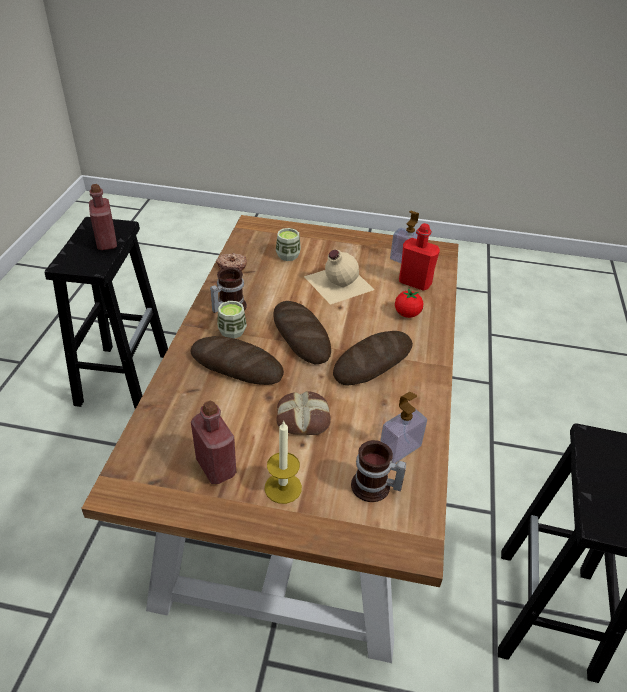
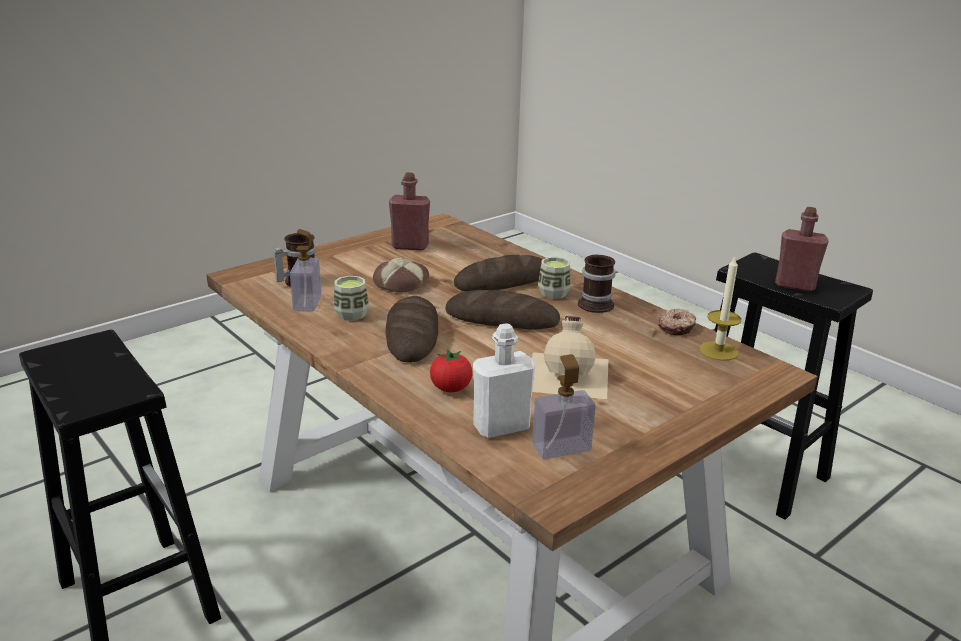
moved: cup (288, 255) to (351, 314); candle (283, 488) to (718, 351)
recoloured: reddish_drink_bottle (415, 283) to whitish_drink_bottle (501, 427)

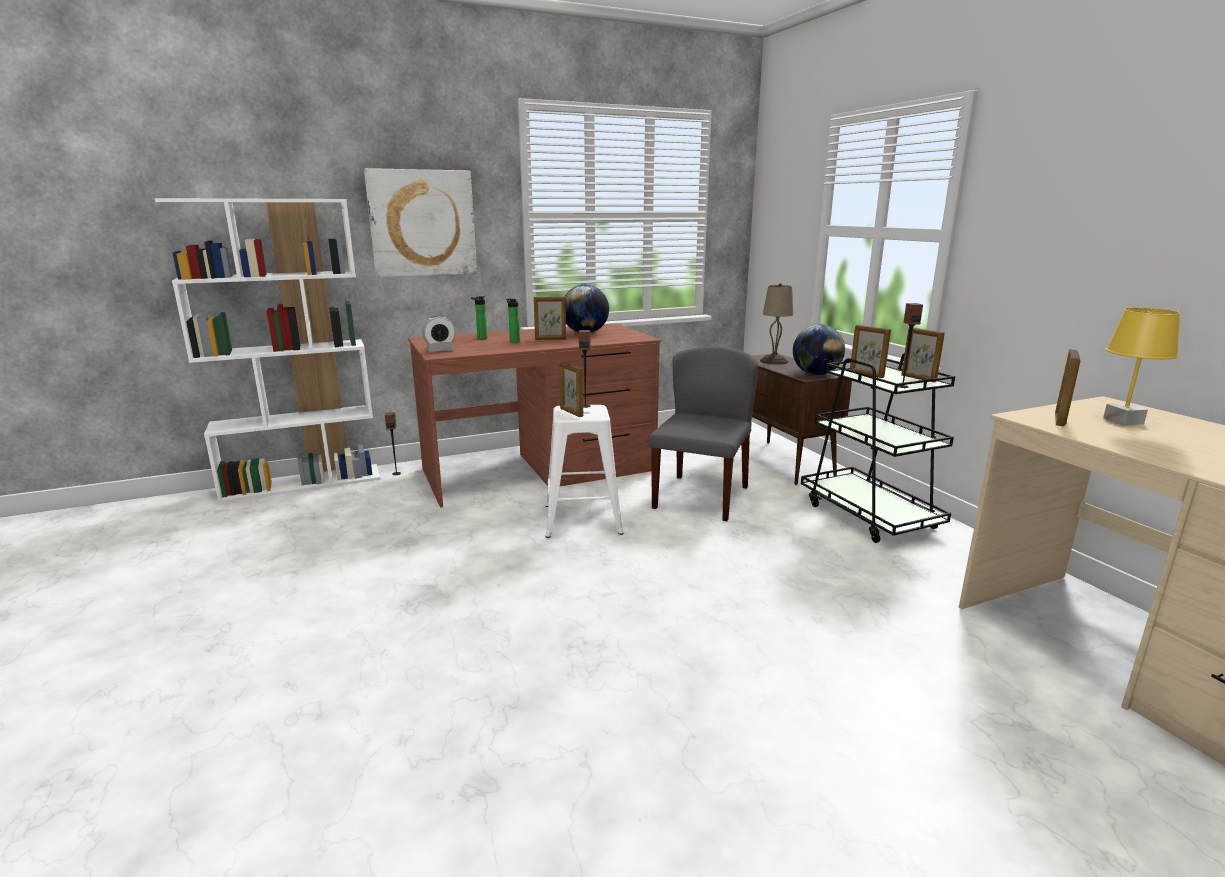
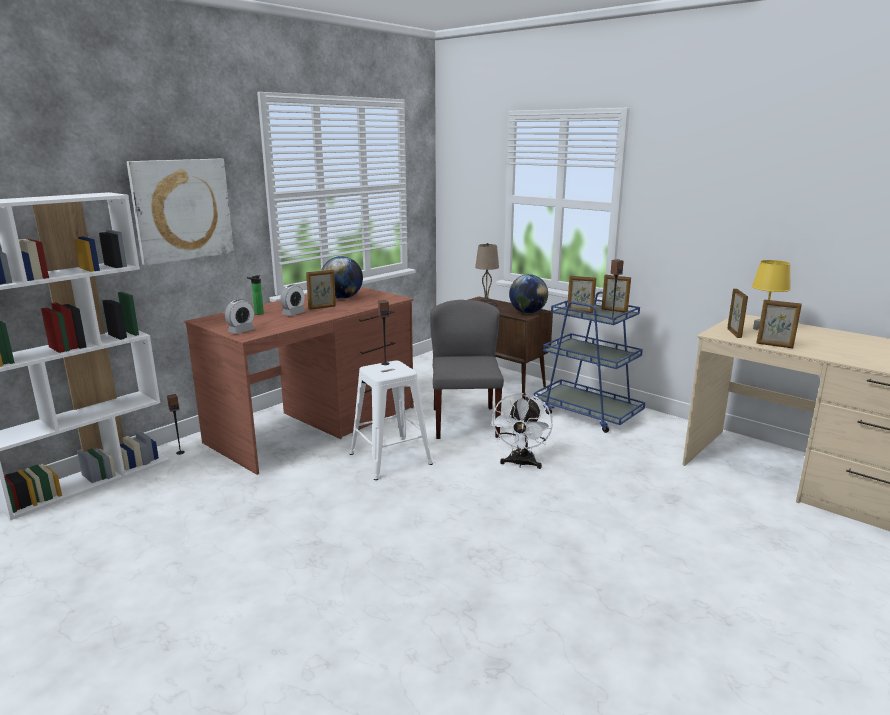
added: whitish_cooling_fan (521, 464)
moved: photo_frame (571, 412) to (774, 345)
replaced: drink_bottle (514, 341) to alarm_clock (293, 313)
recoloured: blackish_wheeled_cart (869, 515) to blue_wheeled_cart (587, 413)

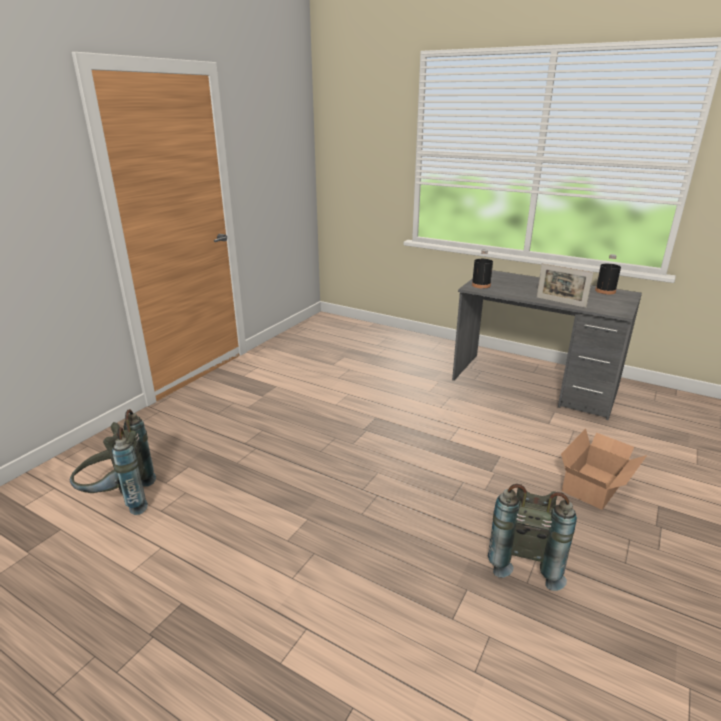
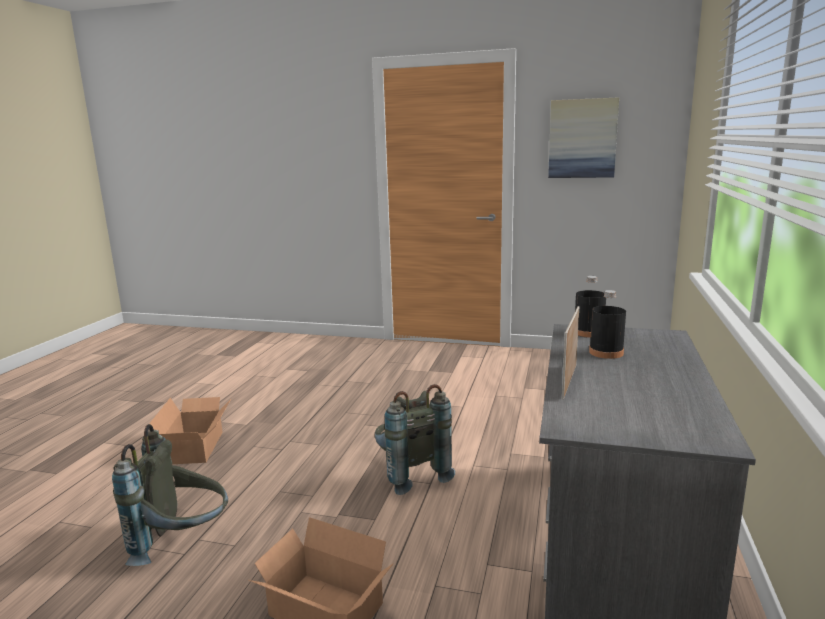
added: carton (197, 446); wall_art (582, 138)
moved: gray_knapsack (119, 500) to (410, 474); blackish_drink_bottle (605, 291) to (606, 352)

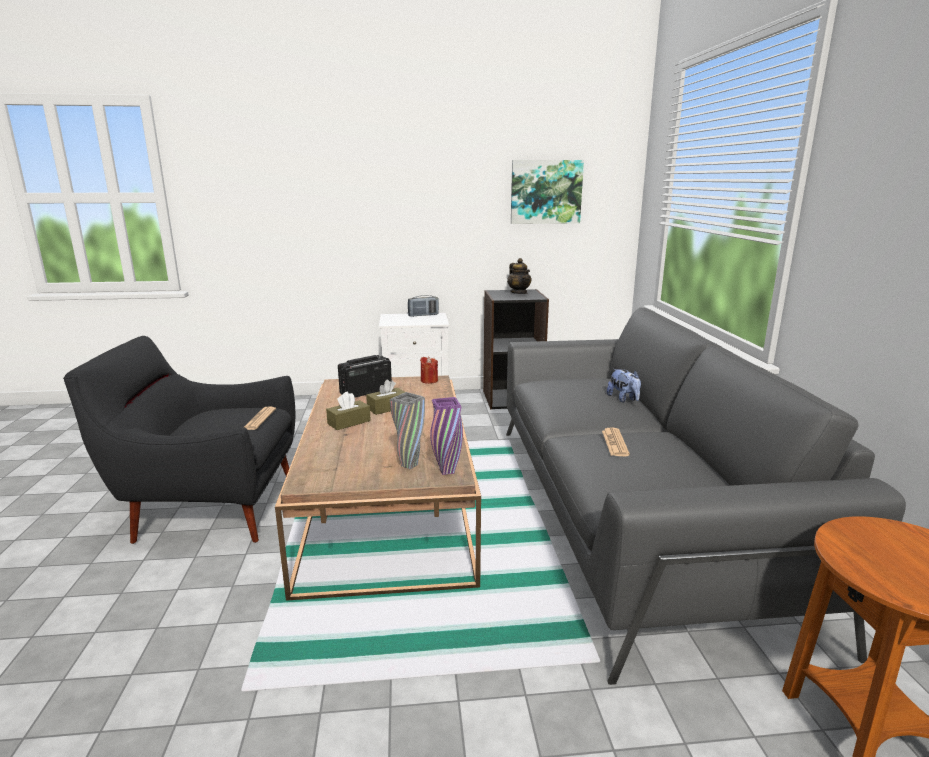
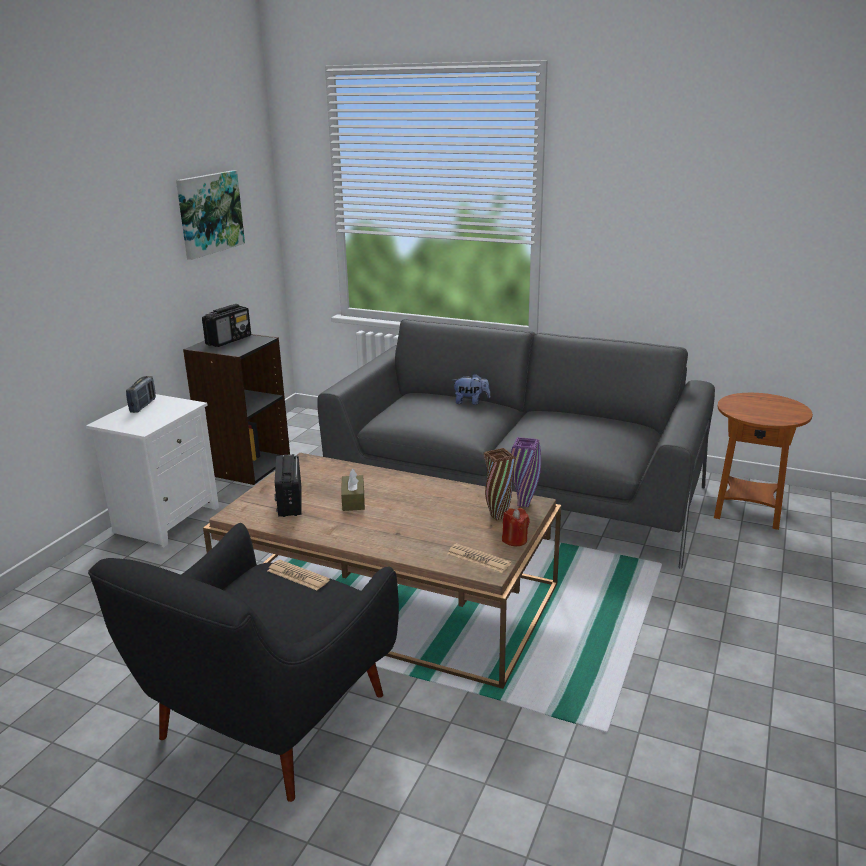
removed: brownish_tissue_holder (349, 422)
moved: newspaper (615, 443) to (478, 559); reddish_candle (429, 380) to (515, 540)
replaced: teapot (519, 293) to radio_receiver (229, 340)
recoloured: gray_decorative_vase (409, 465) to brownish_decorative_vase (498, 516)

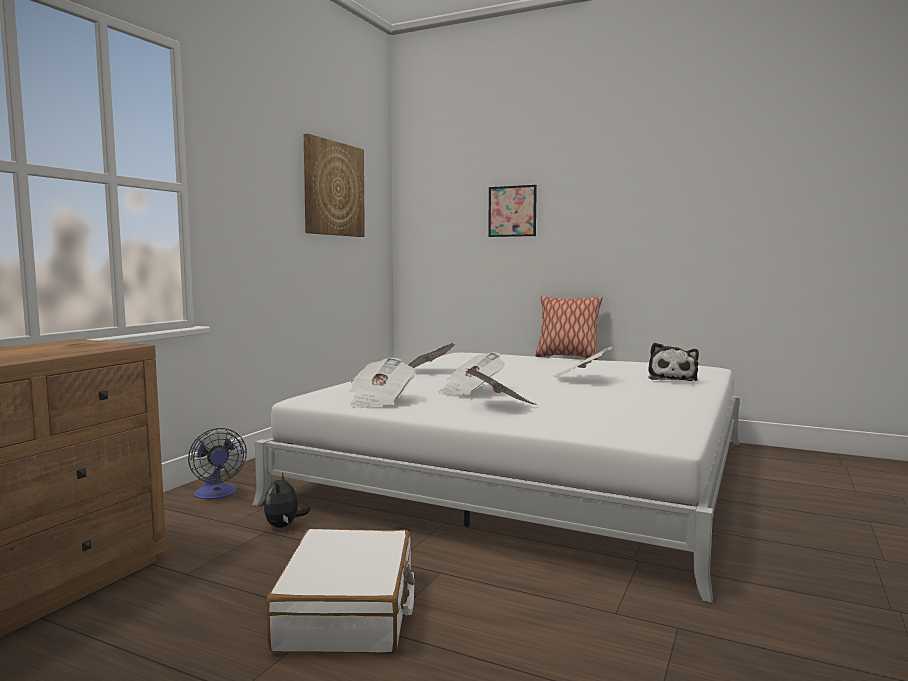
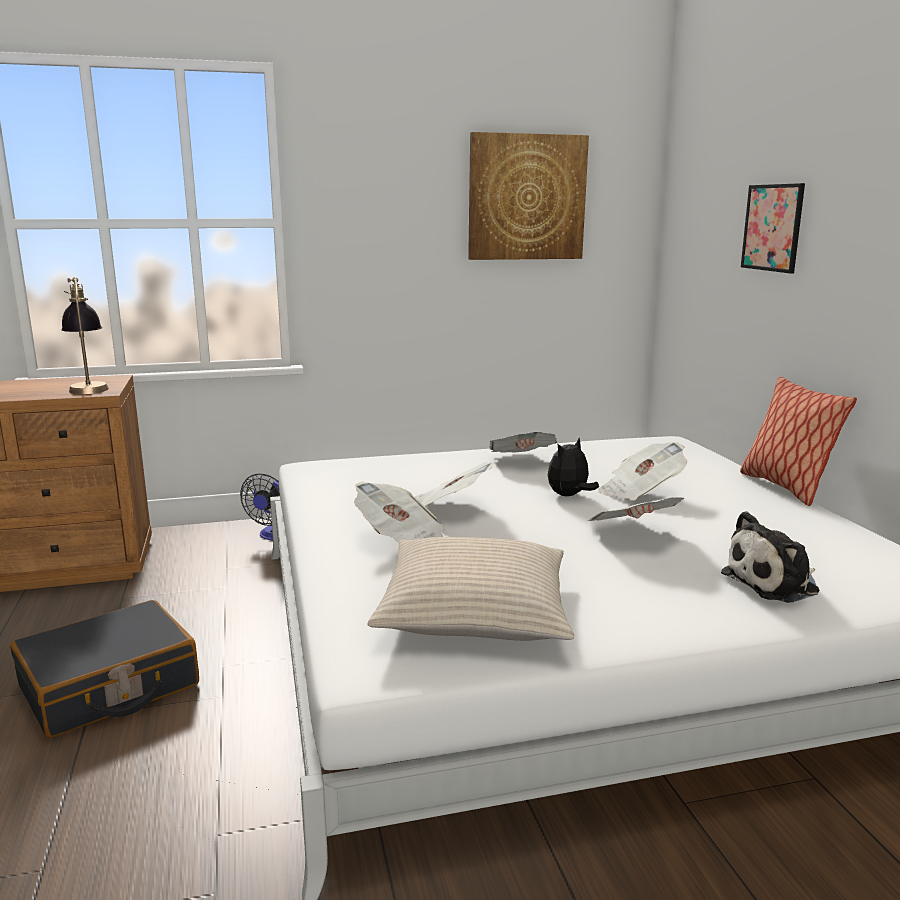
added: lamp_for_a_table (89, 386); beige_pillow (475, 610)
moved: cuddly_toy (284, 526) to (569, 496); newspaper (379, 401) to (640, 492)
recoloured: whitish_suitcase (348, 611) to blackish_suitcase (109, 687)

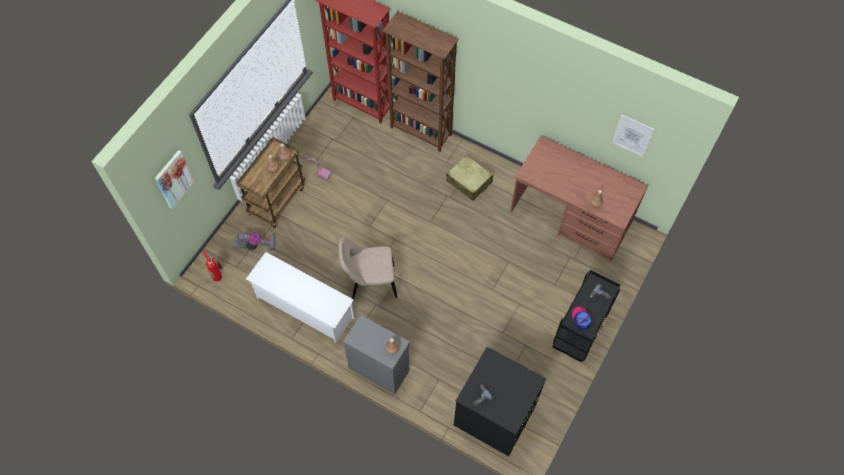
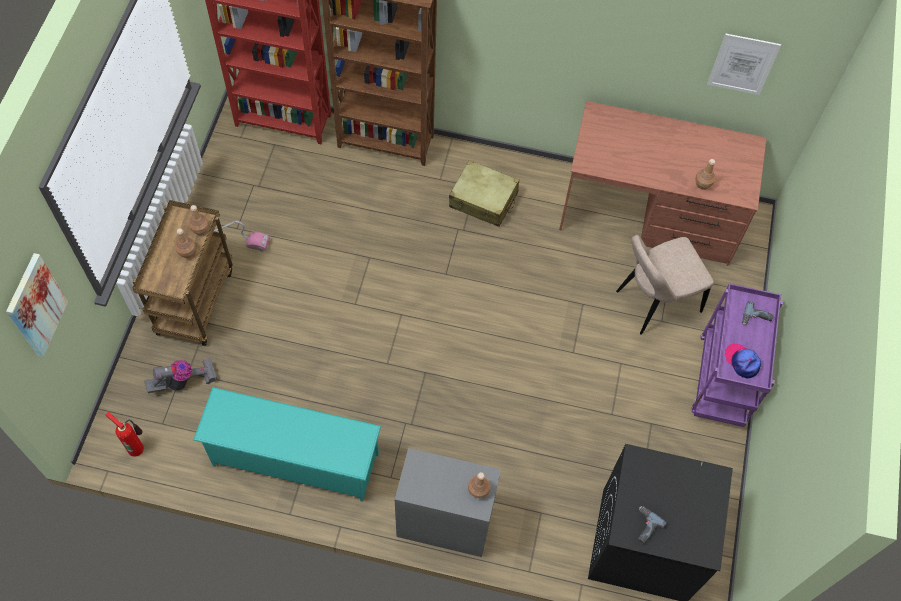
moved: beige_upright_chair (370, 283) to (654, 302)
recoloured: whitish_shoe_shelf (304, 308) to turquoise_shoe_shelf (295, 459); blackish_wheeled_cart (580, 332) to purplish_wheeled_cart (722, 382)

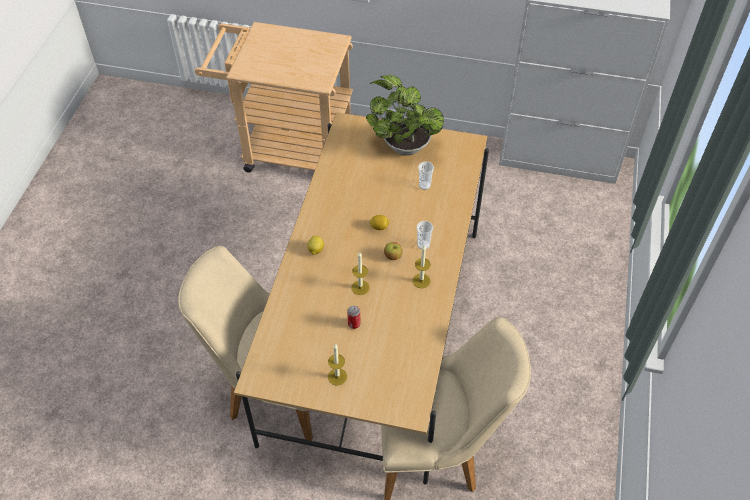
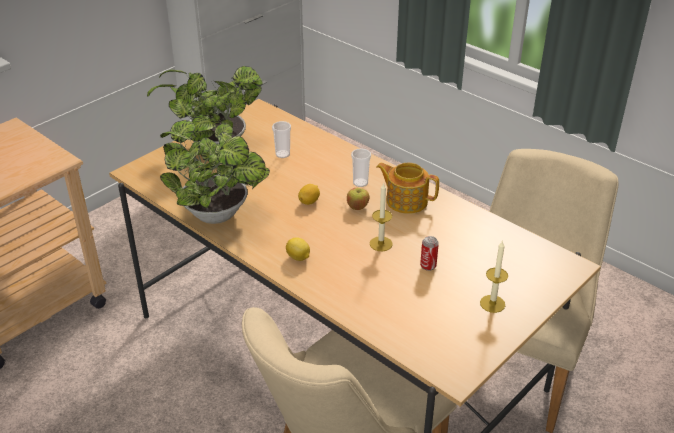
added: houseplant (220, 216)
replaced: candle (421, 281) to teapot (406, 200)

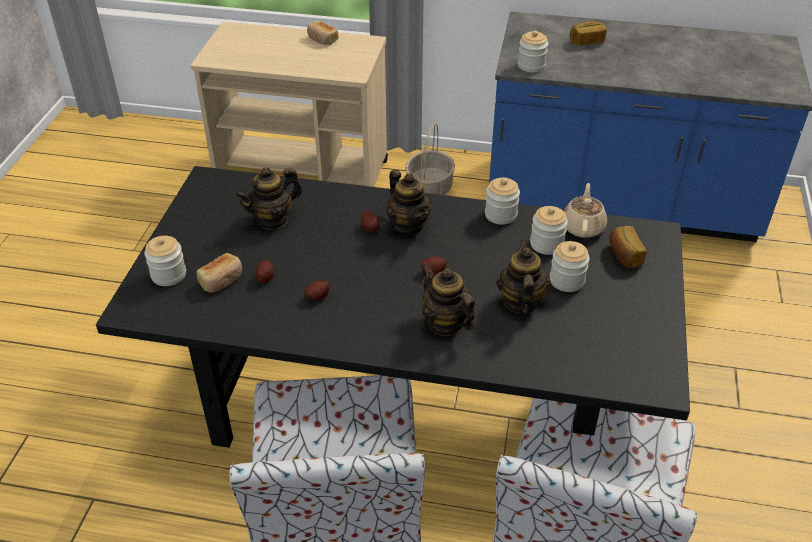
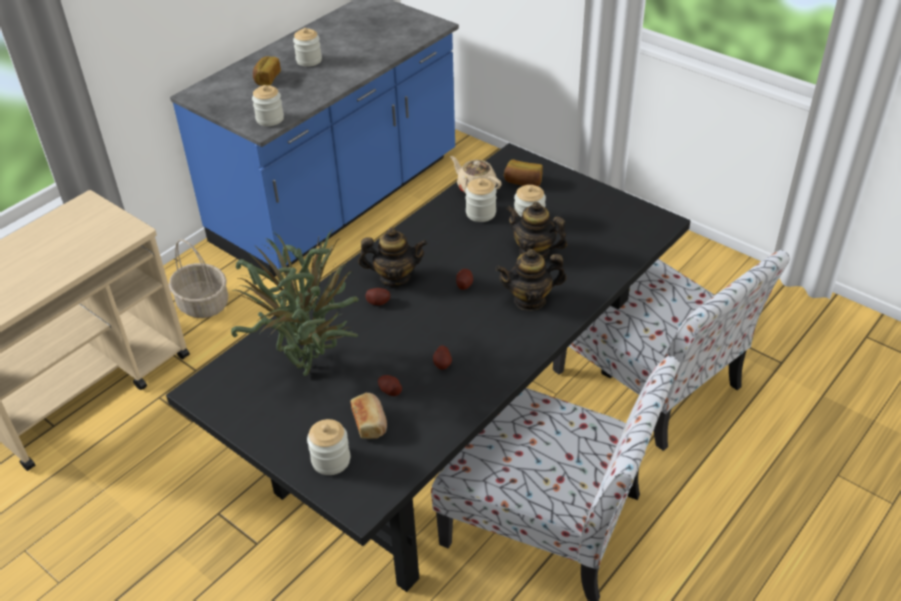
removed: bakery_bread (322, 39)
moved: storage_jar (500, 215) to (309, 60)
replaced: teapot (272, 219) to houseplant (310, 361)

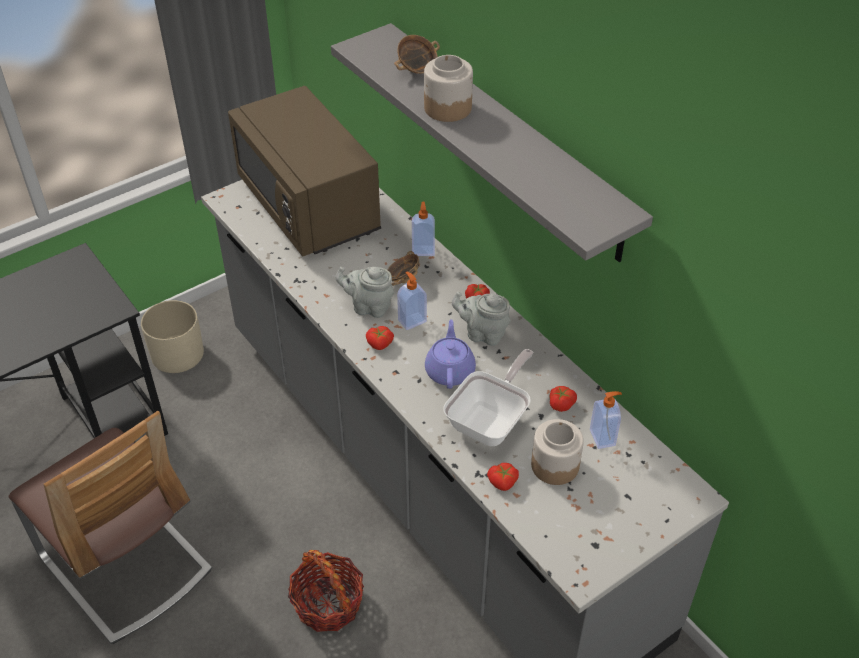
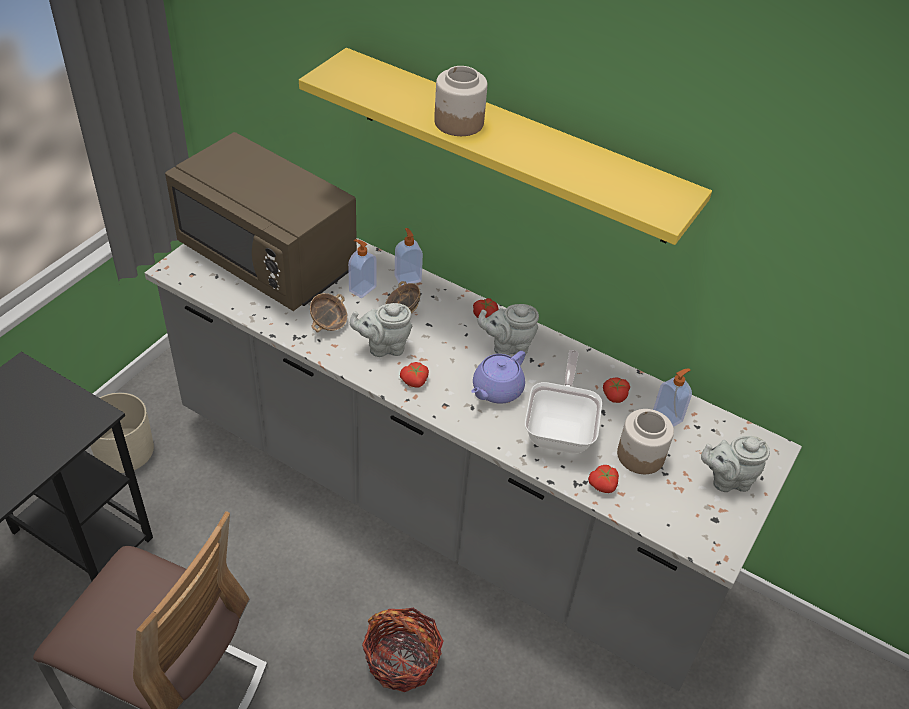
added: gray_teapot (727, 480)
moved: serving_bowl (417, 69) to (329, 324); liquid_soap_bottle (411, 320) to (362, 288)
recoloured: gray_wall_shelf (506, 139) to yellow-coloured_wall_shelf (512, 145)
turned: purplish_teapot (450, 370) = (496, 390) 120 degrees counterclockwise

